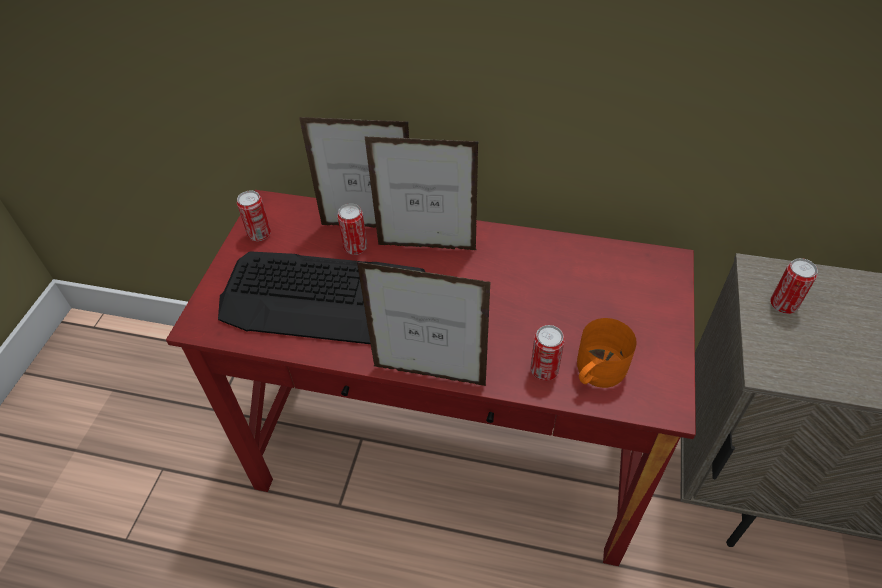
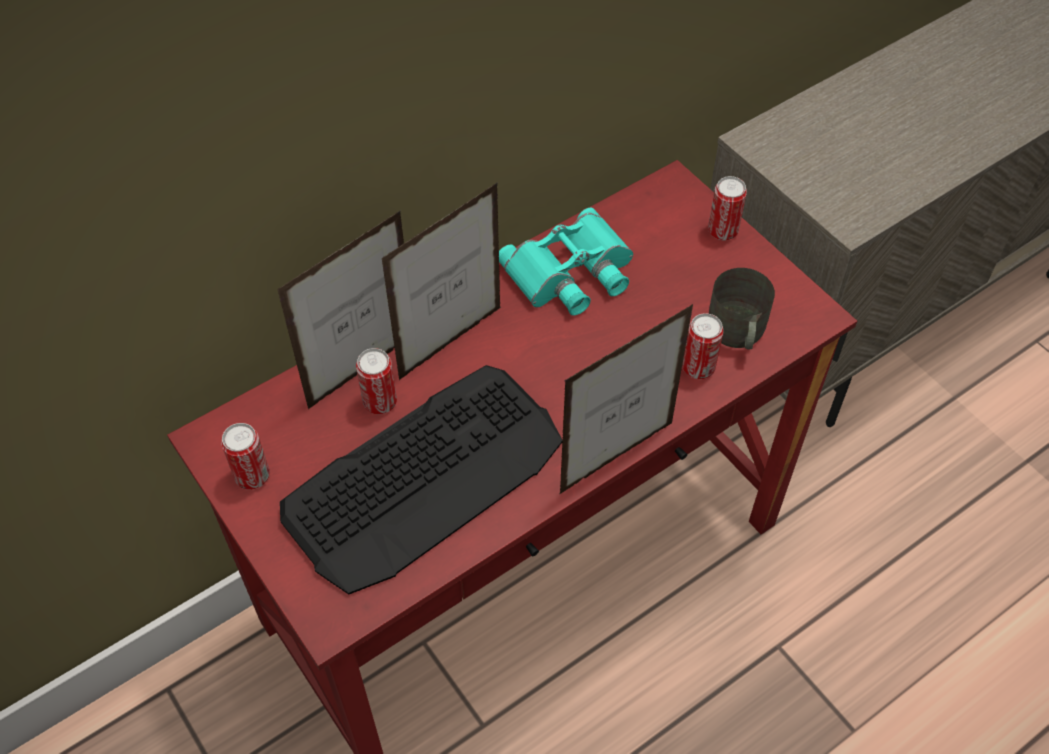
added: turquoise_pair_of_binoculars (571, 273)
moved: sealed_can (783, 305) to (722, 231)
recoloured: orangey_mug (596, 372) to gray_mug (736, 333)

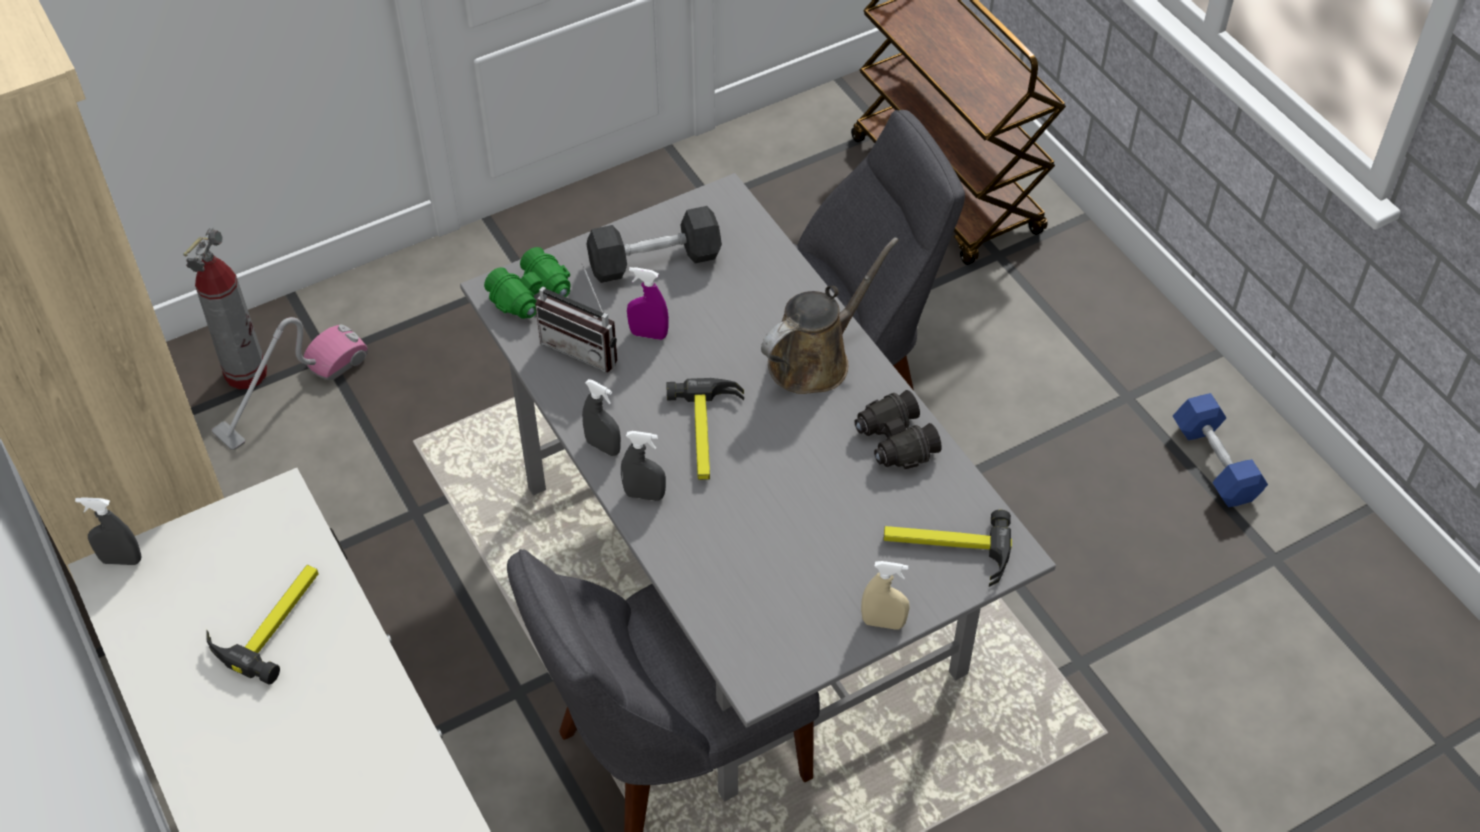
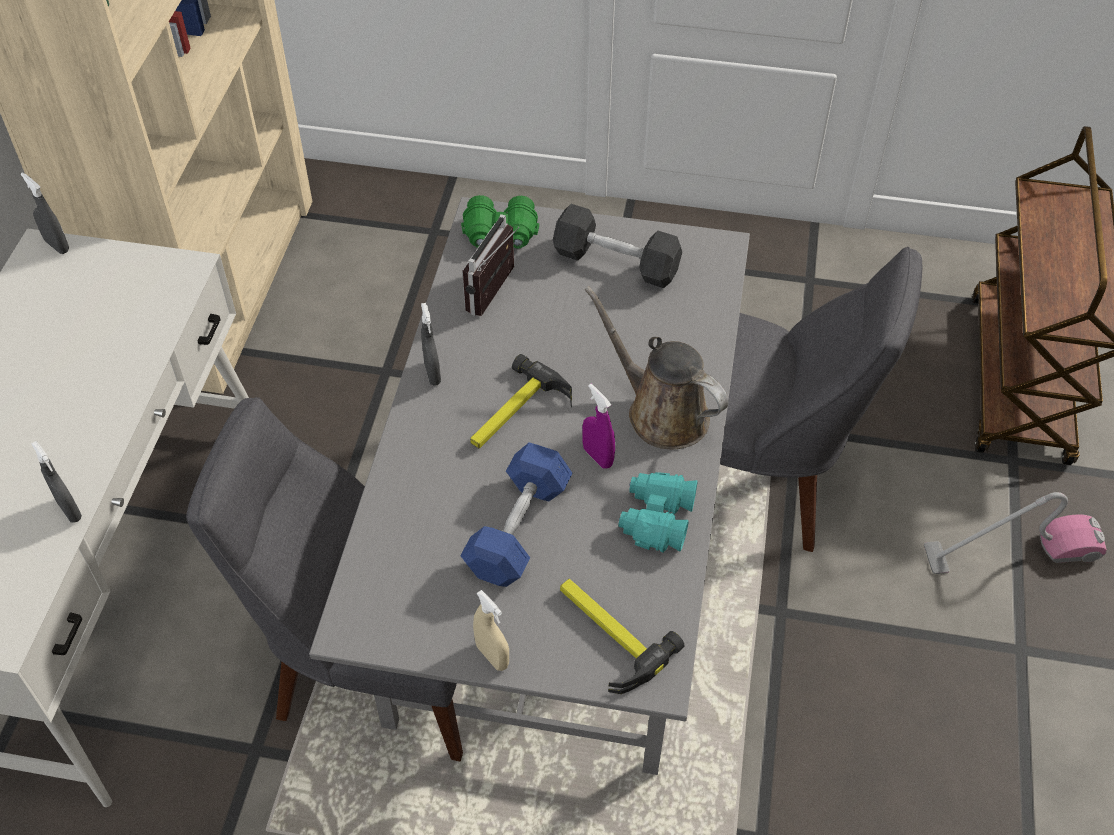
removed: fire-fighting_cylinder (246, 373); hammer (272, 621)
moved: gray_sprayer (644, 495) to (69, 510); blue_hand_weight (1215, 463) to (518, 528); purplish_sprayer (648, 334) to (597, 457); hoover (291, 393) to (1012, 552)
recoloured: blackish_pair_of_binoculars (894, 442) to turquoise_pair_of_binoculars (656, 519)
turned: radio_receiver (585, 347) = (498, 293) 45 degrees clockwise; brownish_watering_pot (815, 359) = (661, 412) 135 degrees counterclockwise

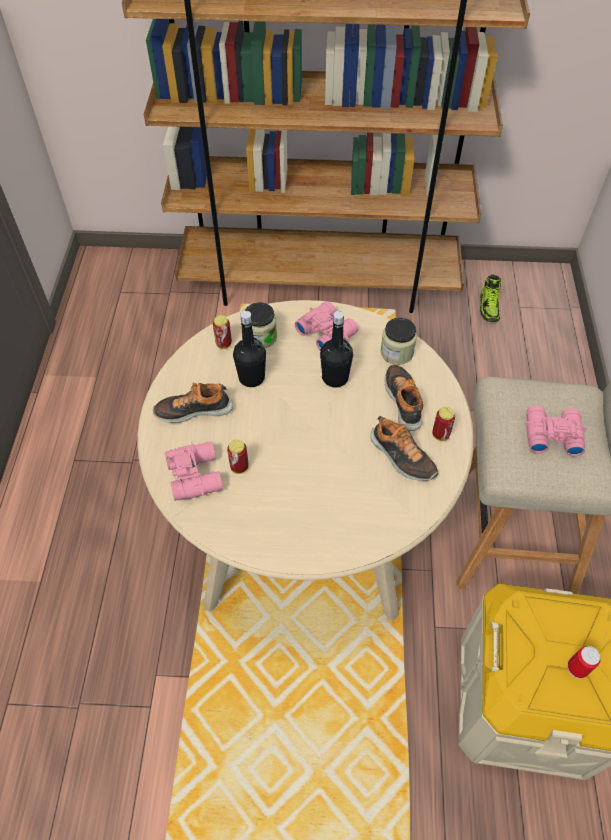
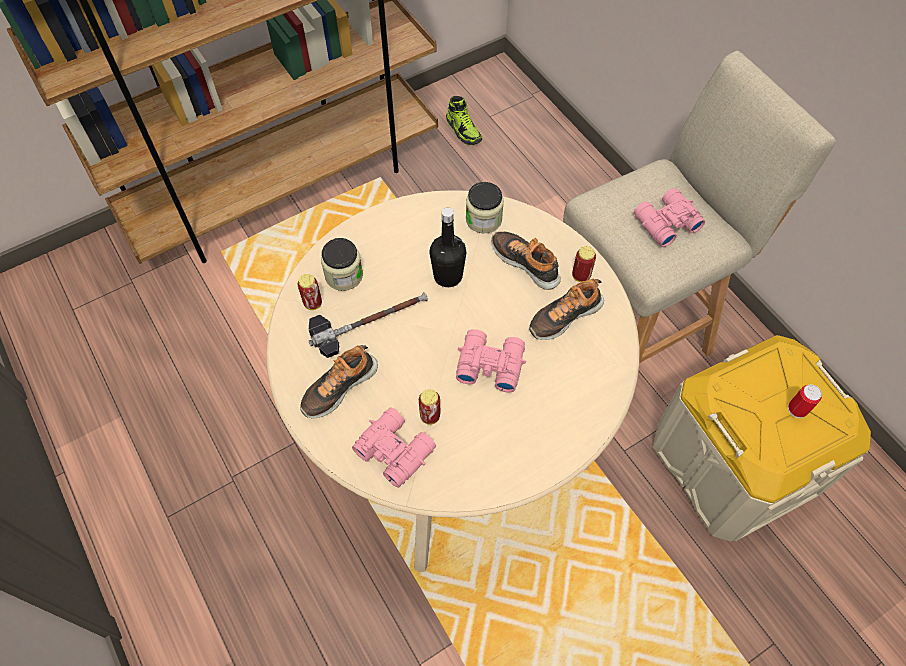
moved: pinkish_pair_of_binoculars (326, 331) to (489, 364)
replaced: blackish_drink_bottle (251, 378) to hammer (369, 321)
turned: shoe (401, 457) = (564, 316) 135 degrees clockwise

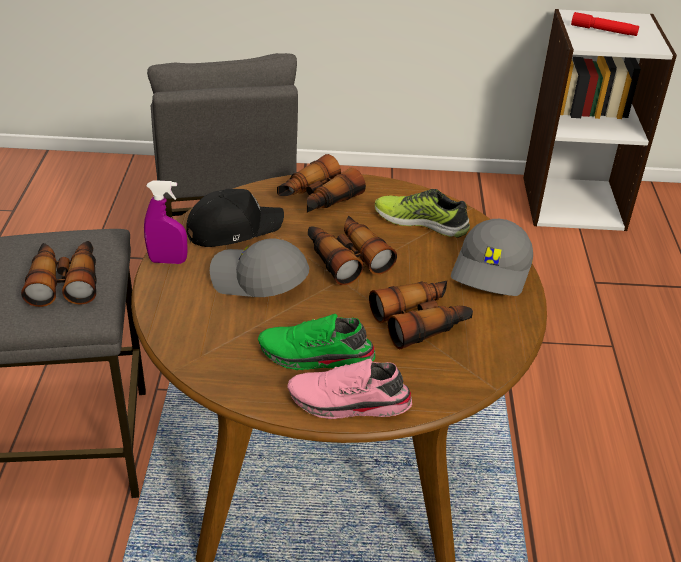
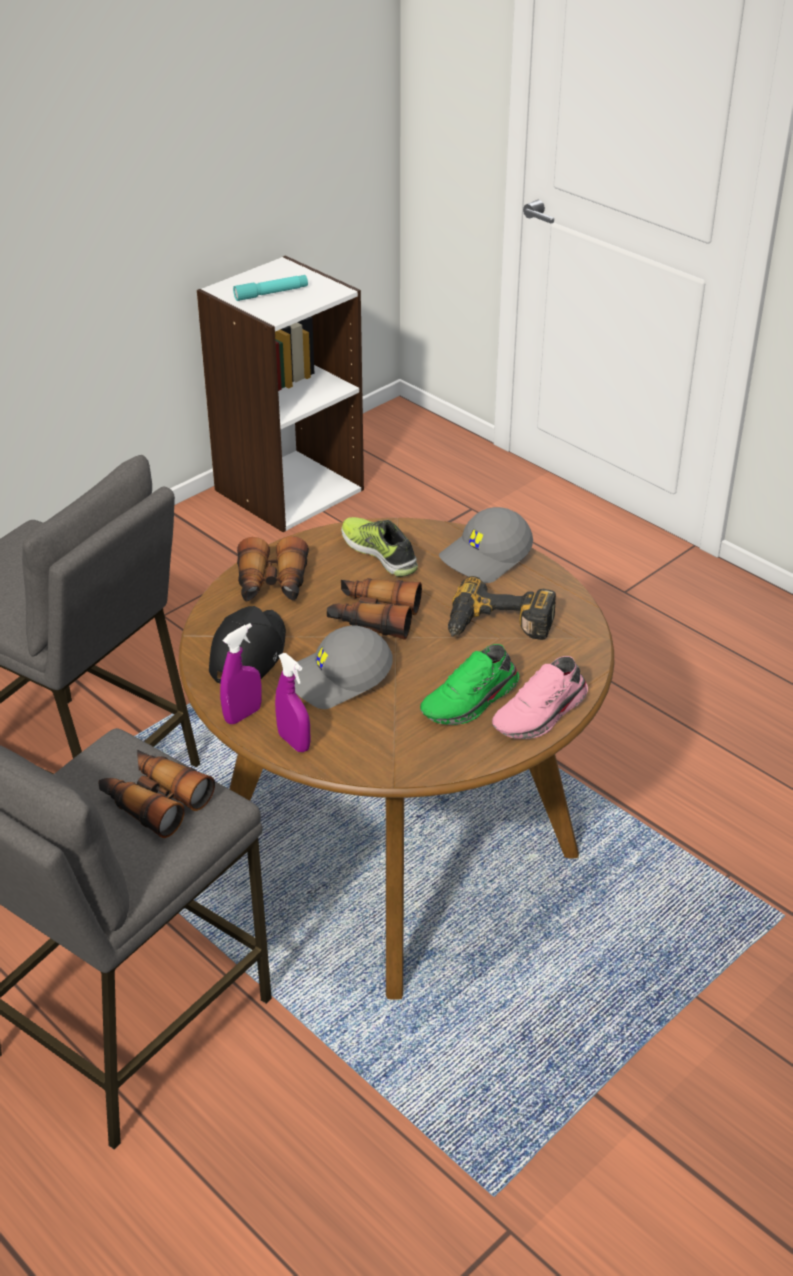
added: purplish_sprayer (294, 742)
replaced: pair_of_binoculars (421, 321) to electric_drill (498, 627)
recoloured: reddish_torch (603, 30) to turquoise_torch (271, 293)
turned: shoe (421, 221) = (380, 553) 75 degrees clockwise; gray_baseball_cap (493, 270) = (486, 557) 75 degrees clockwise

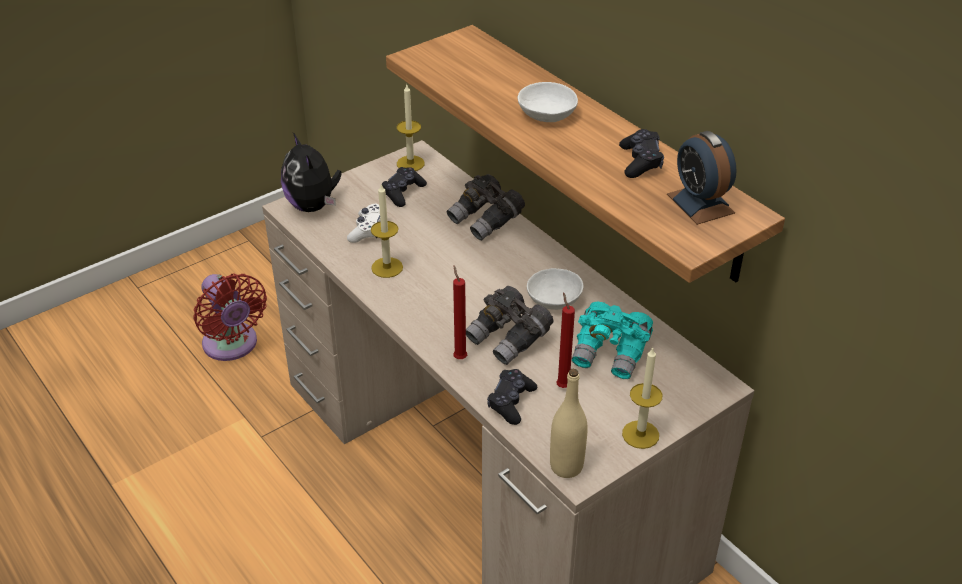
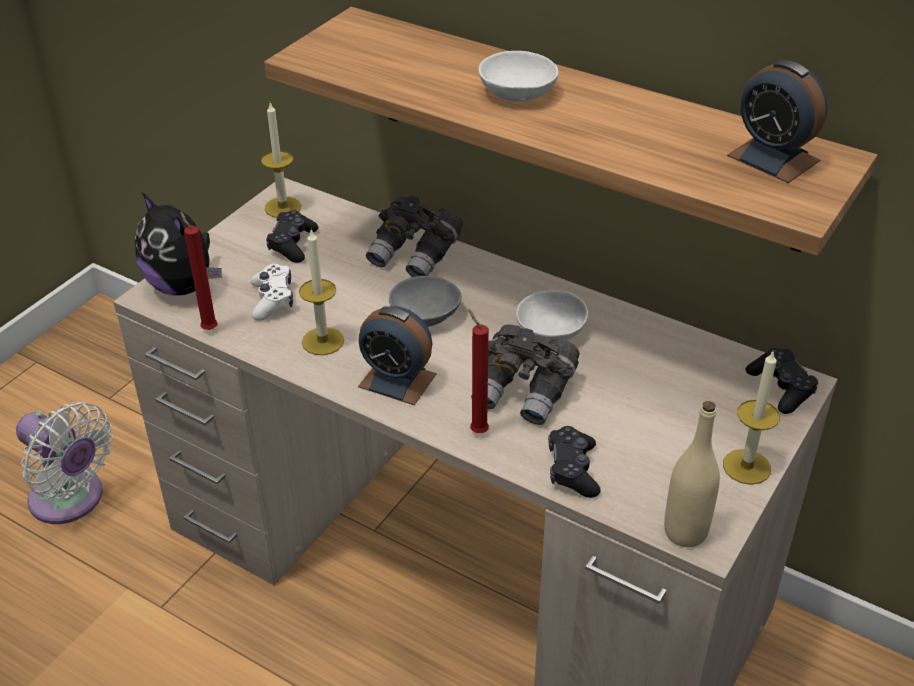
removed: turquoise_pair_of_binoculars (611, 353)
added: alarm_clock (397, 380); gray_serving_bowl (426, 313)
moved: reddish_candle (562, 385) to (208, 328); blackish_game_controller (640, 161) to (781, 388)
recoloured: reddish_cooling_fan (232, 346) to whitish_cooling_fan (71, 500)

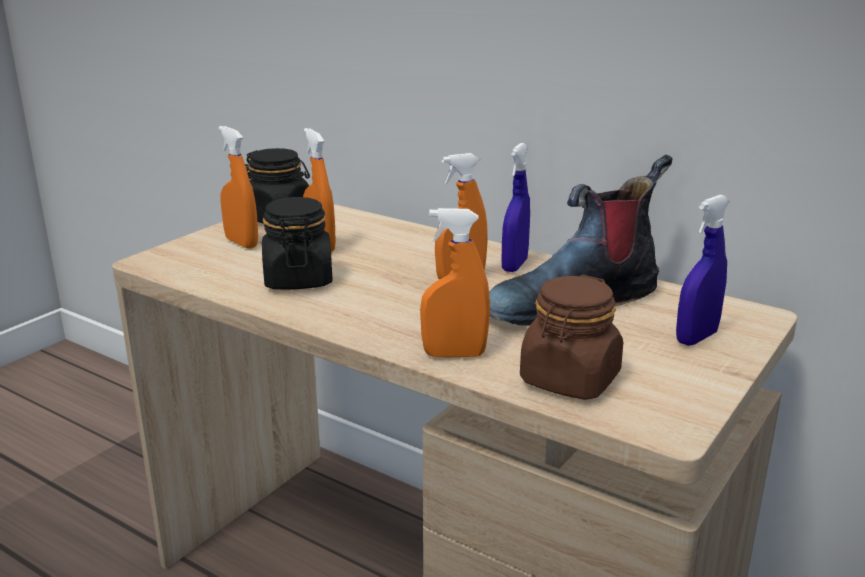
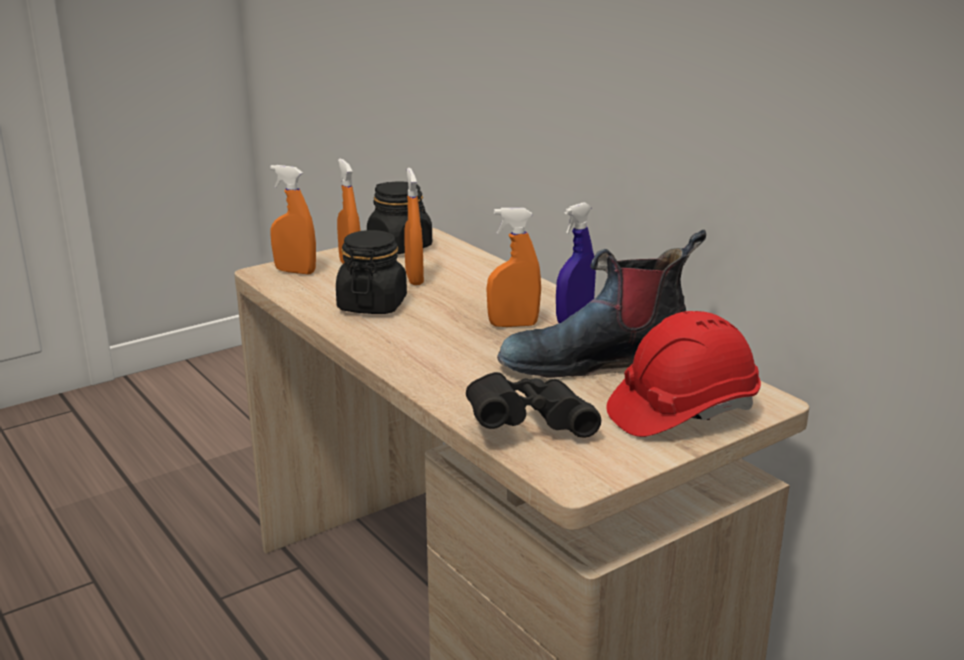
moved: orangey_sprayer (454, 354) to (295, 271)
replaced: brownish_storage_jar (569, 379) to blackish_pair_of_binoculars (528, 426); blue_sprayer (696, 338) to reddish_safety_helmet (681, 411)

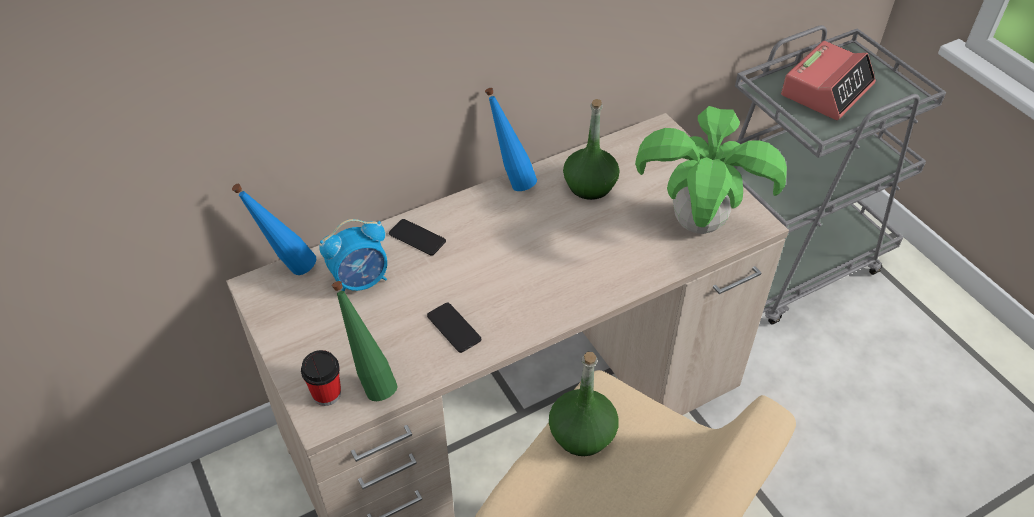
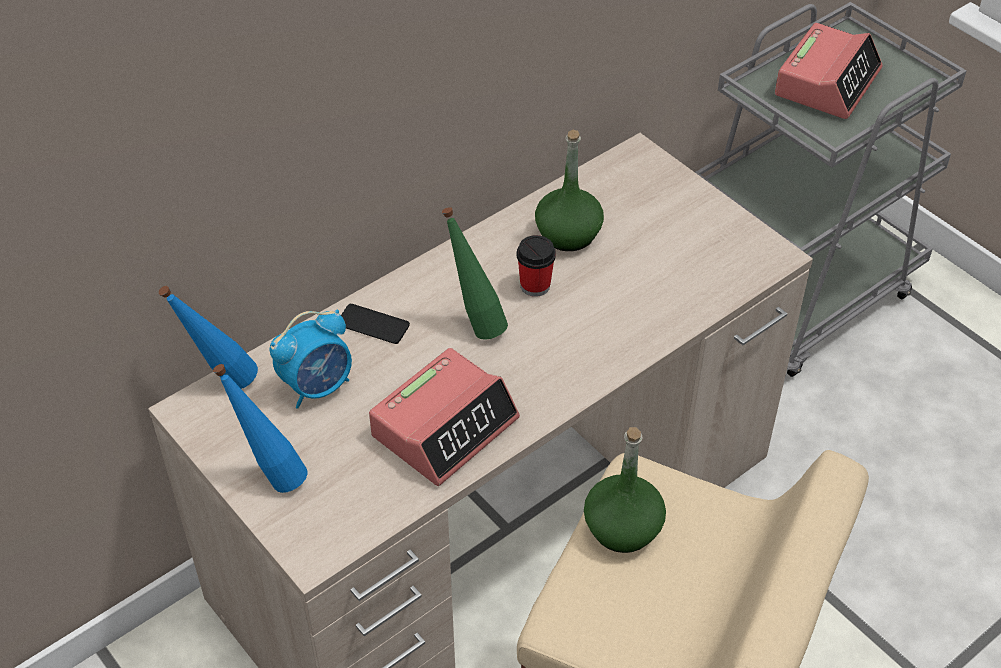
removed: houseplant (697, 223)
moved: blue_drink_bottle (511, 181) to (271, 475); green-coloured_drink_bottle (371, 382) to (475, 323); cup (326, 394) to (535, 286)
replaced: phone (454, 328) to alarm_clock (445, 427)

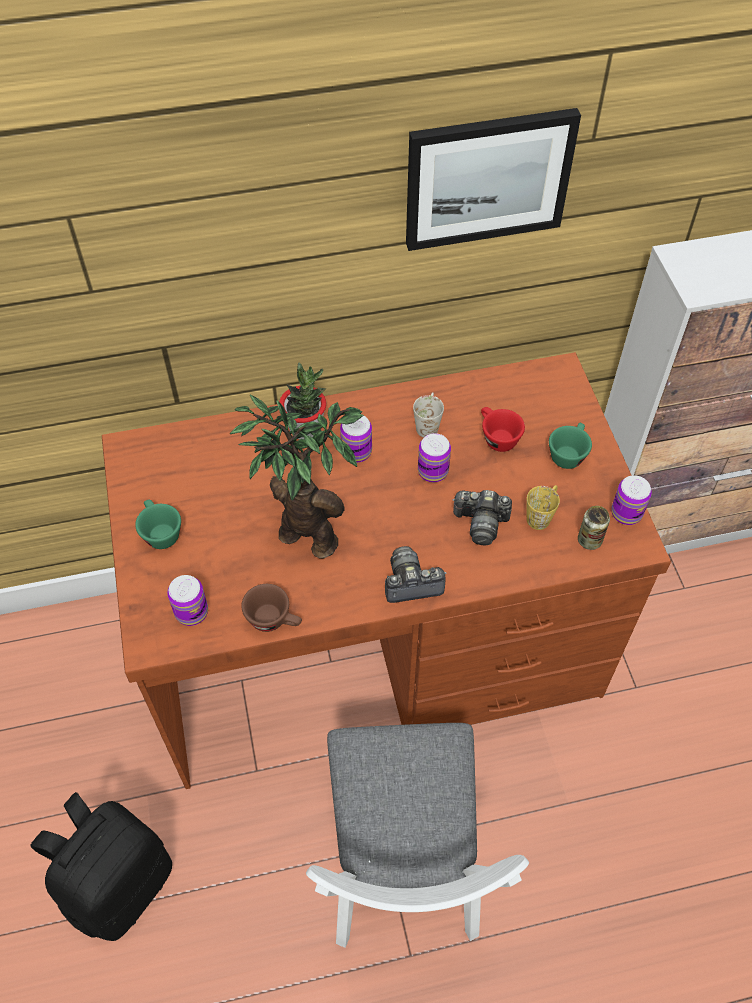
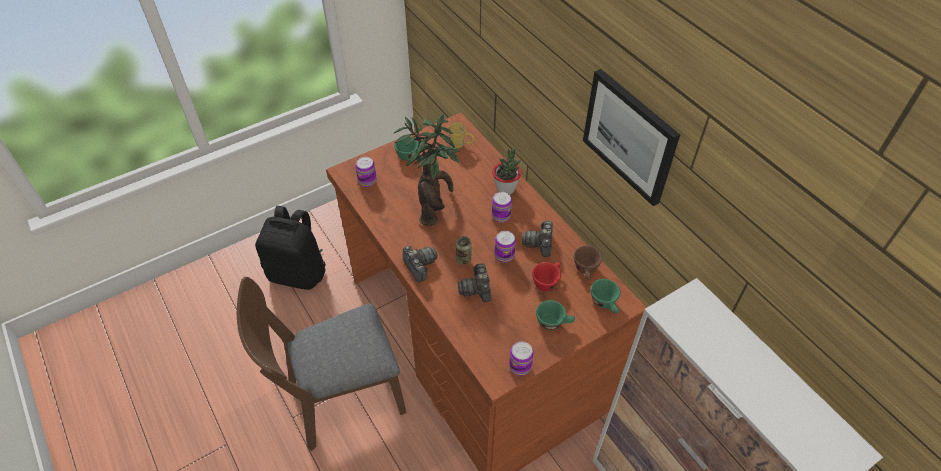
added: green-coloured_cup (605, 304)
moved: yellow-coloured_mug (541, 514) to (461, 144); sealed_can (589, 540) to (463, 259); brownish_cup (274, 620) to (586, 270)
replaced: whitish_mug (427, 424) to photo_camera (539, 243)
recoloured: whitish_upright_chair (403, 873) to brownish_upright_chair (337, 400)

